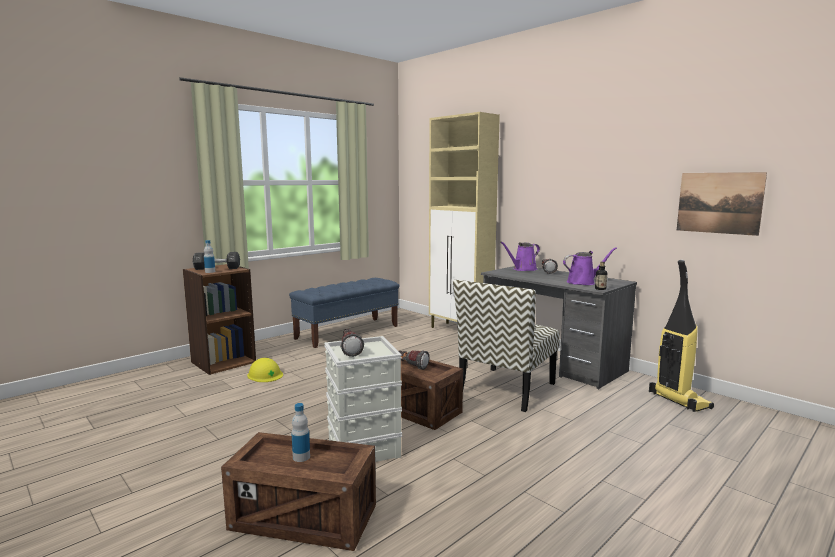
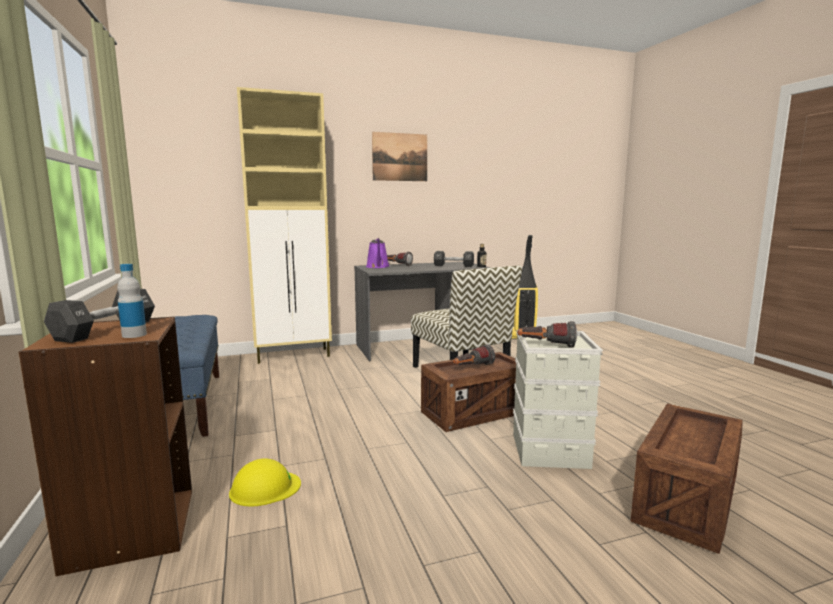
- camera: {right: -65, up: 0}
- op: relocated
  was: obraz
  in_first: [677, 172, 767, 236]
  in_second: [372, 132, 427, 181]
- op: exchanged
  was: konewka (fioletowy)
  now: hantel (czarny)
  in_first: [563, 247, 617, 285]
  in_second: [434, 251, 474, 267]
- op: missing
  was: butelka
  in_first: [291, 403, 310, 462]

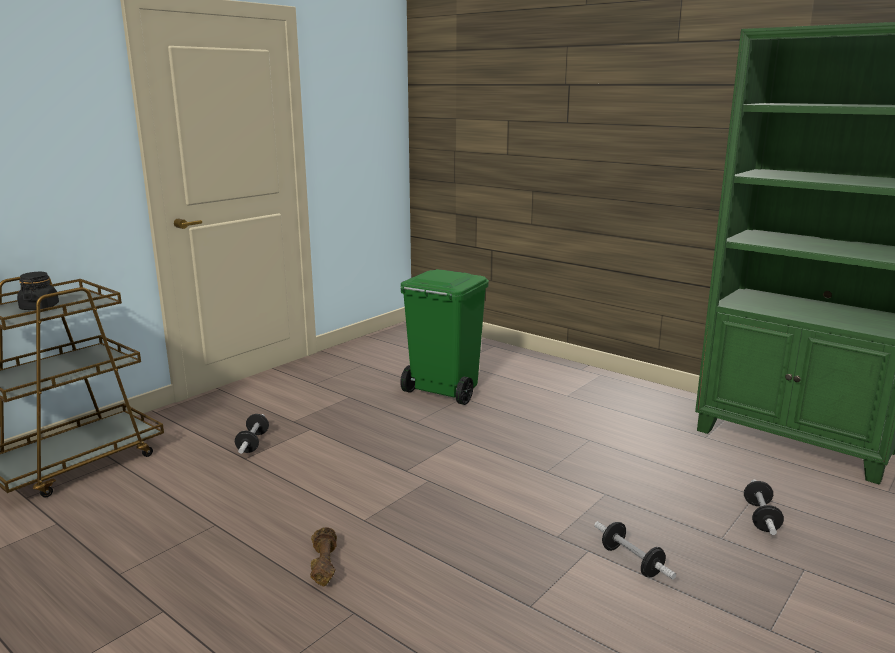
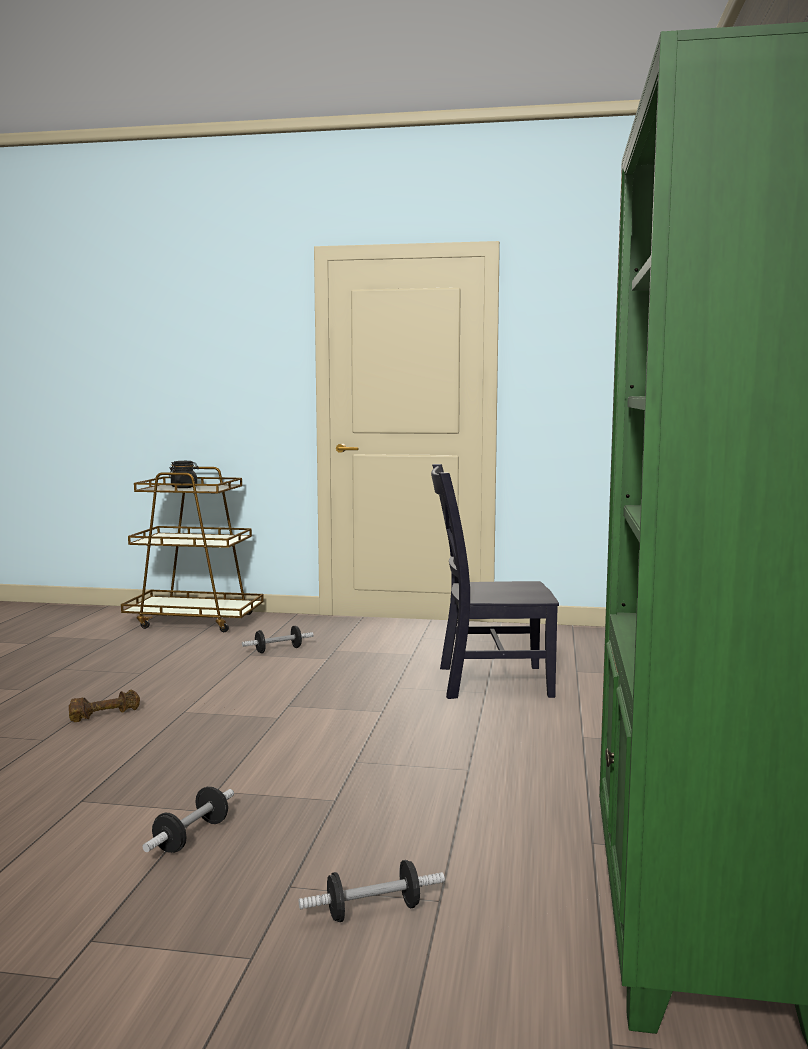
- camera: {right: 60, up: -10}
- op: exchanged
  was: kosz na śmieci (zielony)
  now: krzesło (czarny)
  in_first: [400, 269, 489, 405]
  in_second: [431, 464, 559, 699]

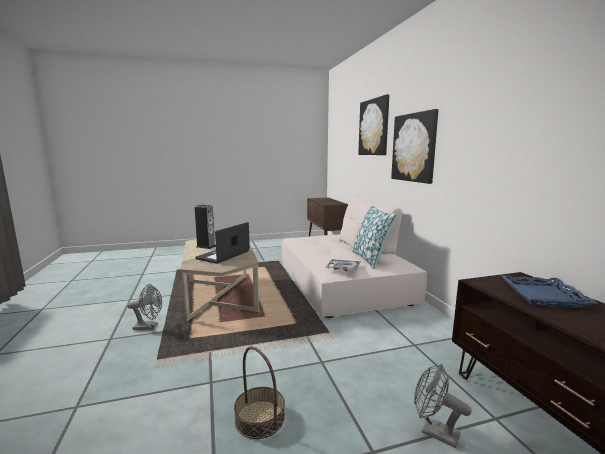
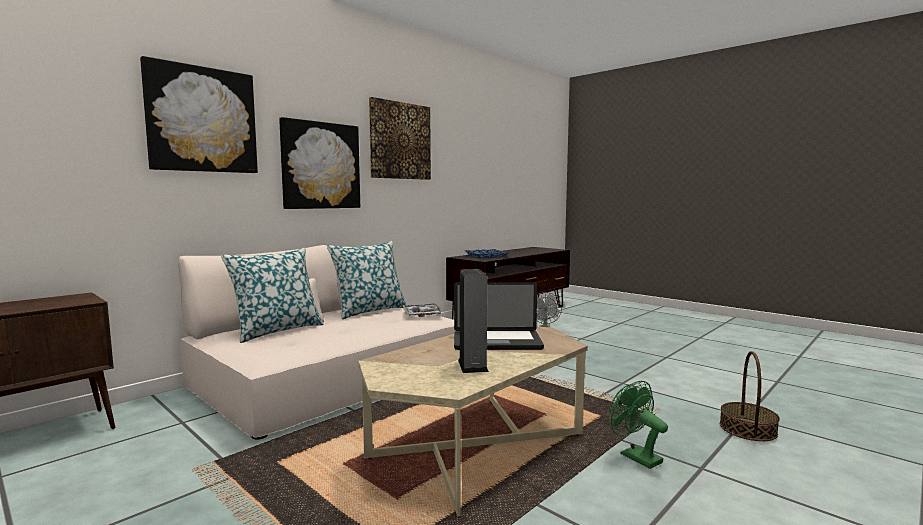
- camera: {right: -120, up: -5}
- op: colour
  was: wentylator (szary)
  now: wentylator (zielony)
  in_first: [127, 284, 162, 330]
  in_second: [610, 381, 668, 469]
- op: relocated
  was: koszyk
  in_first: [234, 346, 285, 439]
  in_second: [720, 351, 780, 441]
- op: appeared
  now: obraz
  in_second: [369, 97, 431, 180]
- op: appeared
  now: poduszka
  in_second: [221, 248, 324, 343]

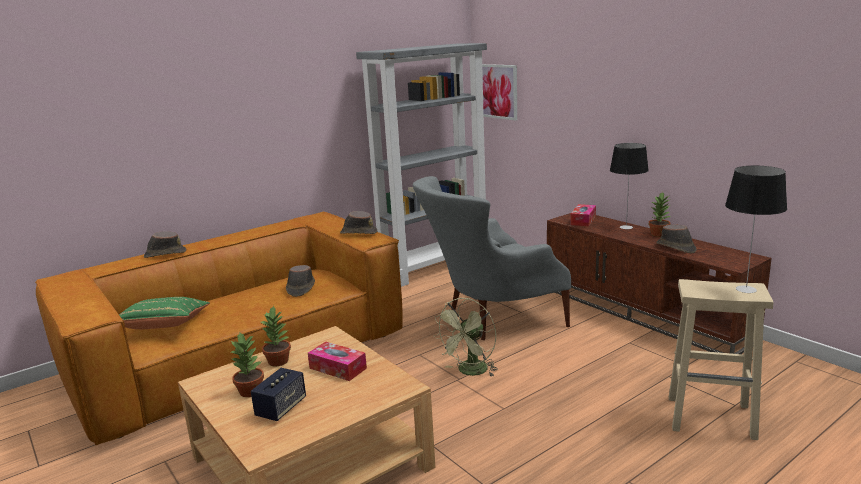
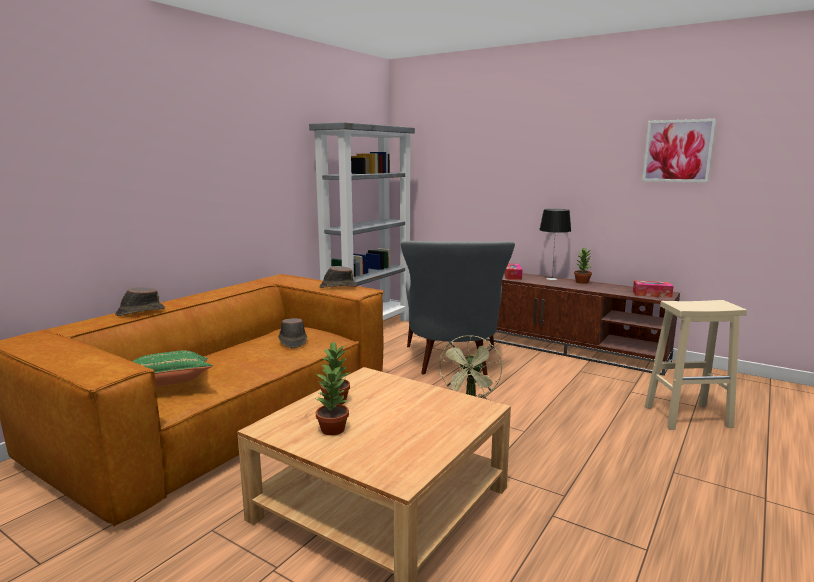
- camera: {right: -20, up: -5}
- op: relocated
  was: obraz
  in_first: [482, 64, 517, 121]
  in_second: [642, 119, 716, 183]
- op: missing
  was: lampa stołowa
  in_first: [725, 166, 787, 293]
- op: spun
  was: fotel (szary)
  in_first: [413, 176, 571, 340]
  in_second: [400, 241, 515, 375]
  clockwise: -45
- op: missing
  was: kapelusz (brązowy)
  in_first: [656, 224, 697, 254]
- op: relocated
  was: pudełko chusteczek
  in_first: [308, 342, 367, 381]
  in_second: [633, 280, 674, 298]
- op: missing
  was: głośnik
  in_first: [251, 368, 306, 421]

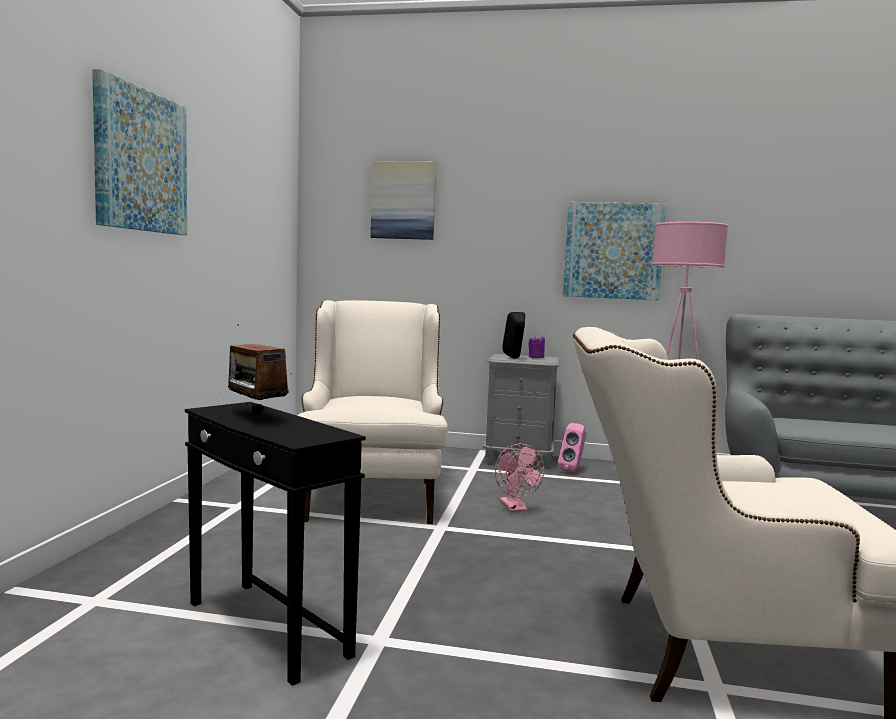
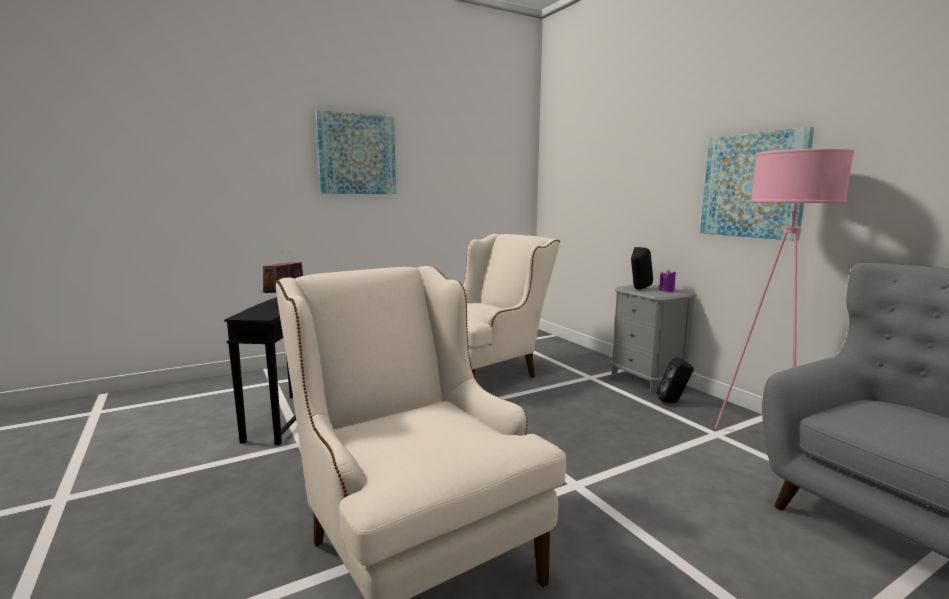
- camera: {right: 50, up: 5}
- op: missing
  was: obraz
  in_first: [370, 161, 436, 240]
- op: colour
  was: głośnik (różowy)
  now: głośnik (czarny)
  in_first: [558, 423, 587, 472]
  in_second: [656, 357, 694, 403]
- op: missing
  was: wentylator (różowy)
  in_first: [495, 444, 544, 512]

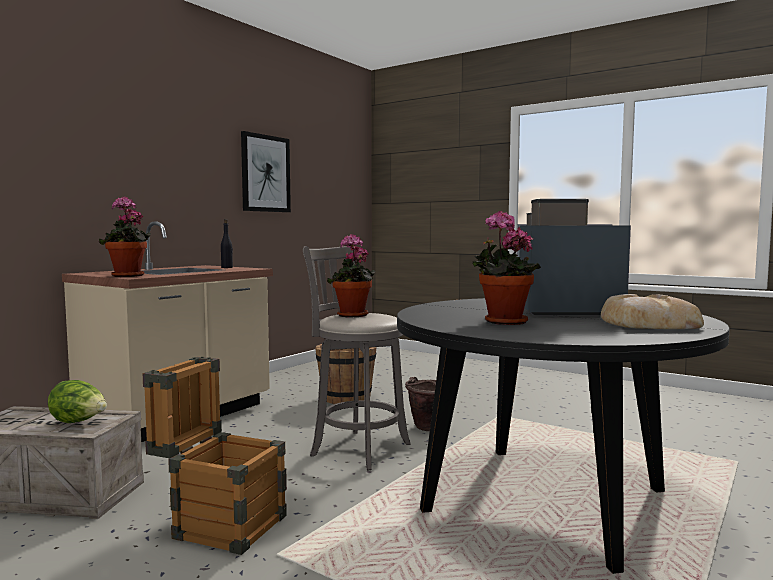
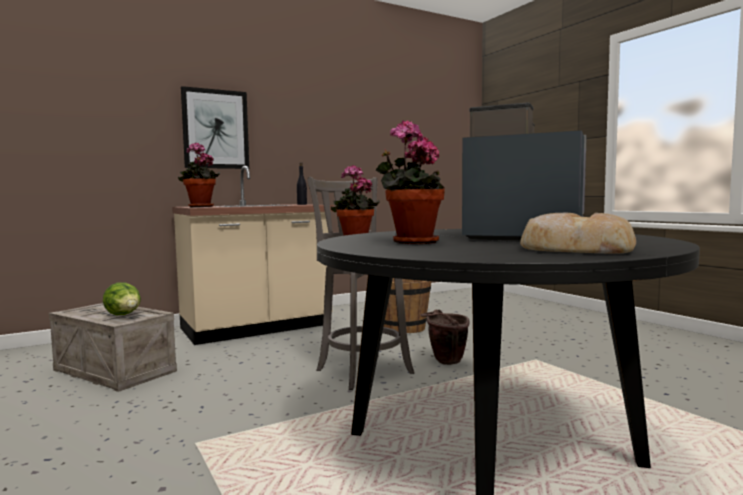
- camera: {right: 25, up: 0}
- op: relocated
  was: obraz
  in_first: [241, 131, 291, 212]
  in_second: [181, 86, 249, 169]
- op: missing
  was: skrzynka
  in_first: [143, 356, 287, 555]

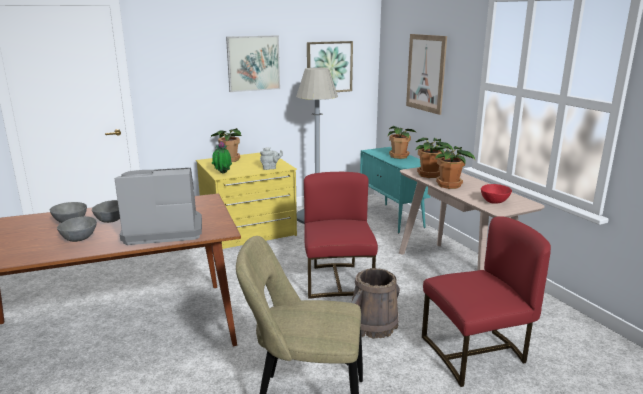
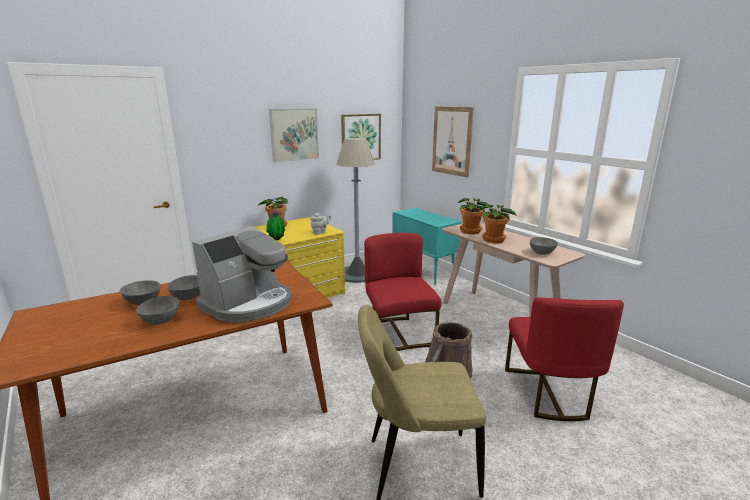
- camera: {right: -10, up: 0}
- op: missing
  was: roślina doniczkowa
  in_first: [388, 126, 417, 159]
- op: spun
  was: ekspres do kawy
  in_first: [114, 168, 202, 245]
  in_second: [192, 226, 292, 323]
  clockwise: 150
- op: colour
  was: miska (czerwony)
  now: miska (szary)
  in_first: [481, 184, 512, 204]
  in_second: [530, 237, 558, 255]
- op: spun
  was: krzesło (czerwony)
  in_first: [422, 216, 551, 387]
  in_second: [505, 297, 624, 421]
  clockwise: 120

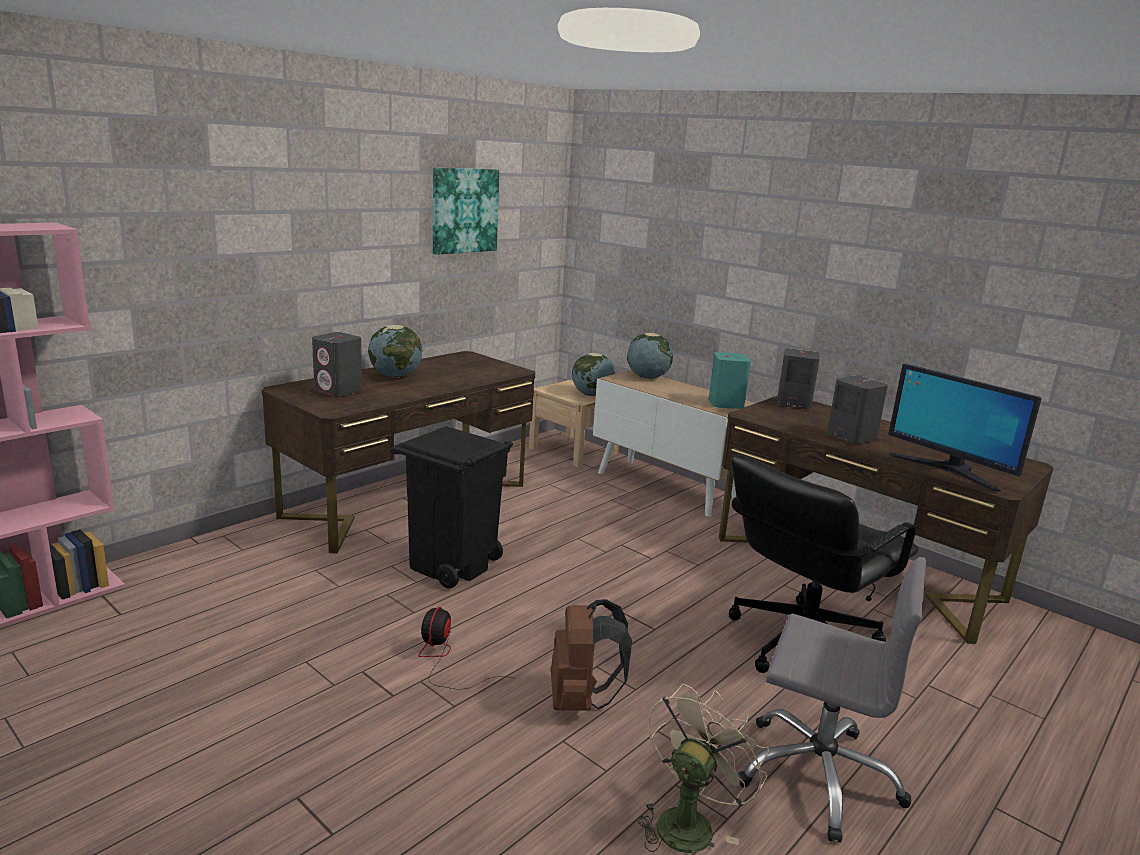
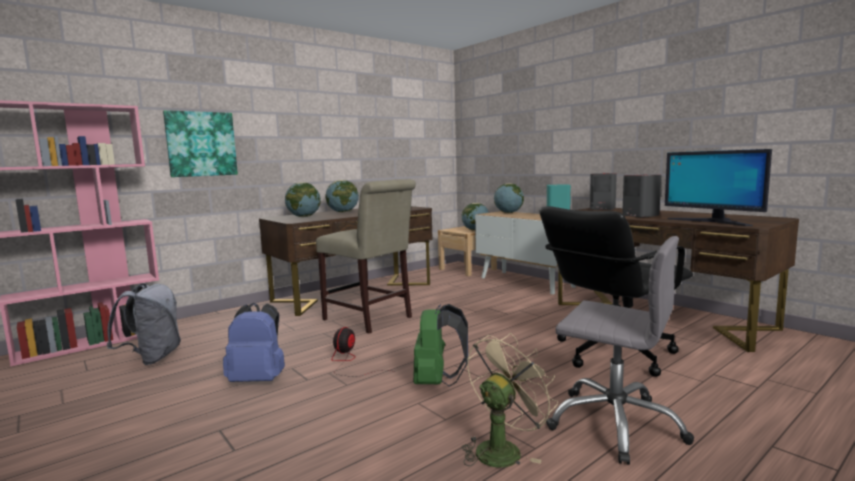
- camera: {right: 10, up: -10}
- op: relocated
  was: obraz
  in_first: [433, 168, 499, 255]
  in_second: [163, 110, 238, 177]
- op: exchanged
  was: głośnik (szary)
  now: globus
  in_first: [312, 332, 362, 397]
  in_second: [285, 182, 321, 217]
- op: exchanged
  was: kosz na śmieci (czarny)
  now: krzesło (beżowy)
  in_first: [390, 426, 513, 589]
  in_second: [316, 179, 416, 334]
- op: colour
  was: plecak (brązowy)
  now: plecak (zielony)
  in_first: [551, 599, 632, 711]
  in_second: [413, 304, 468, 387]
- op: appeared
  now: plecak (szary)
  in_second: [106, 283, 181, 365]
- op: appeared
  now: plecak (niebieski)
  in_second: [223, 303, 285, 382]

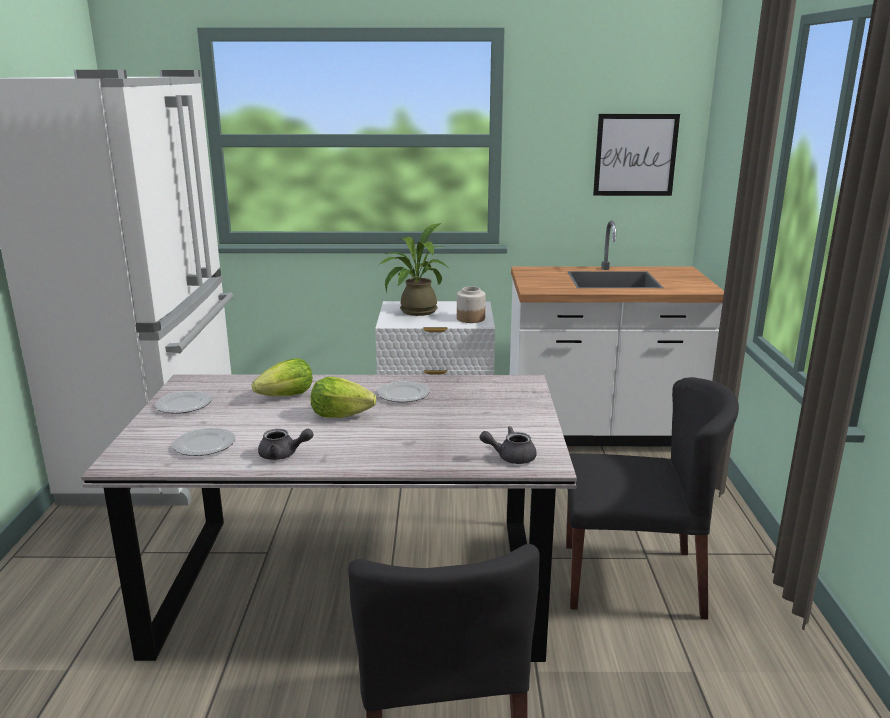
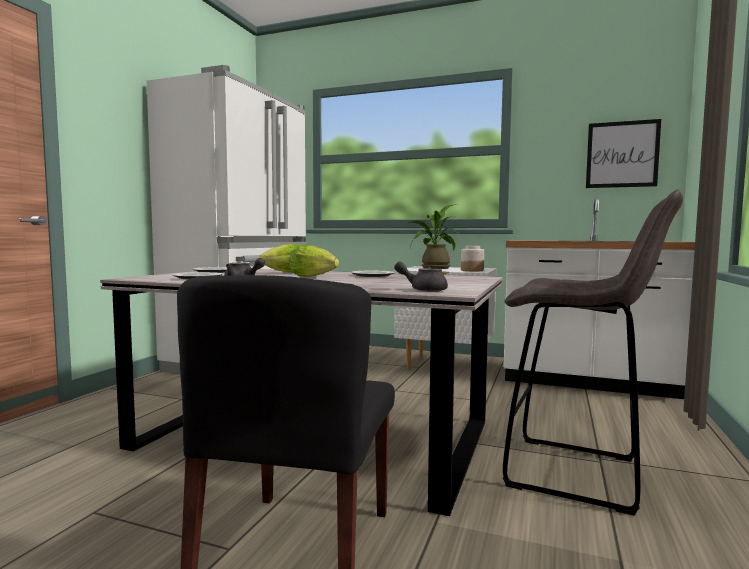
- camera: {right: 20, up: -15}
- op: exchanged
  was: krzesło (czarny)
  now: stołek (szary)
  in_first: [566, 377, 739, 620]
  in_second: [503, 190, 683, 515]

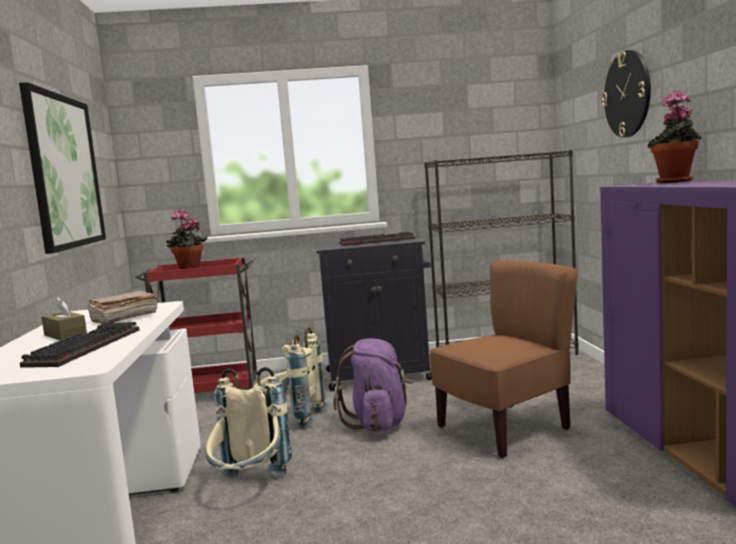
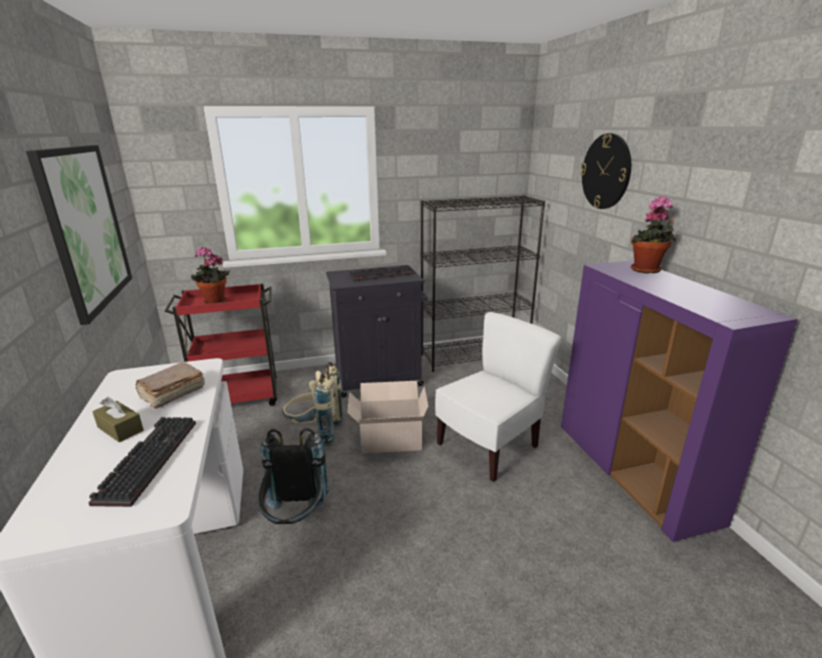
- camera: {right: -10, up: 15}
- op: colour
  was: krzesło (brązowy)
  now: krzesło (biały)
  in_first: [430, 260, 578, 458]
  in_second: [435, 312, 561, 482]
- op: exchanged
  was: plecak (fioletowy)
  now: karton
  in_first: [333, 338, 413, 432]
  in_second: [347, 381, 429, 454]
- op: colour
  was: plecak (beżowy)
  now: plecak (czarny)
  in_first: [205, 367, 292, 477]
  in_second: [258, 428, 329, 524]

